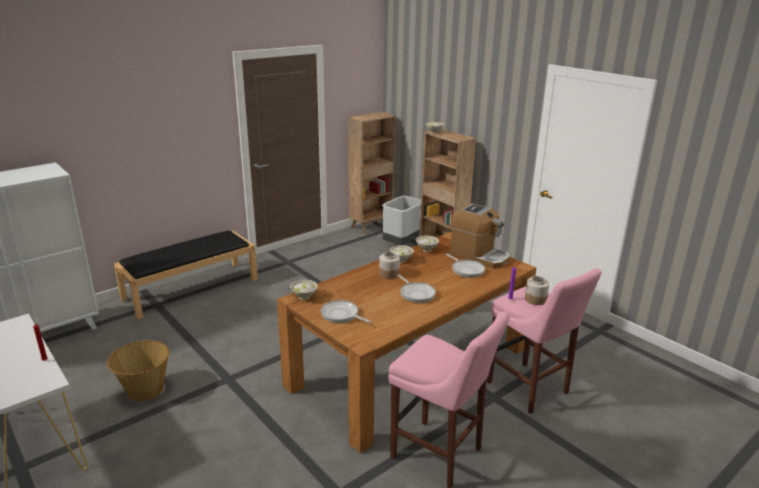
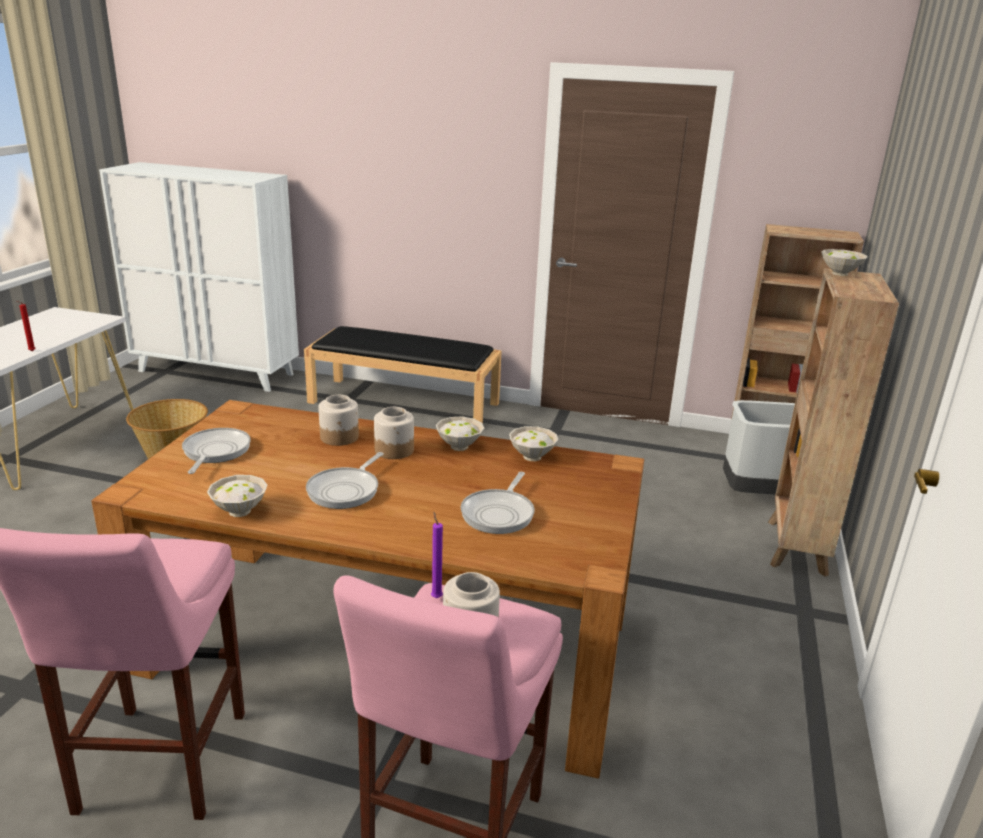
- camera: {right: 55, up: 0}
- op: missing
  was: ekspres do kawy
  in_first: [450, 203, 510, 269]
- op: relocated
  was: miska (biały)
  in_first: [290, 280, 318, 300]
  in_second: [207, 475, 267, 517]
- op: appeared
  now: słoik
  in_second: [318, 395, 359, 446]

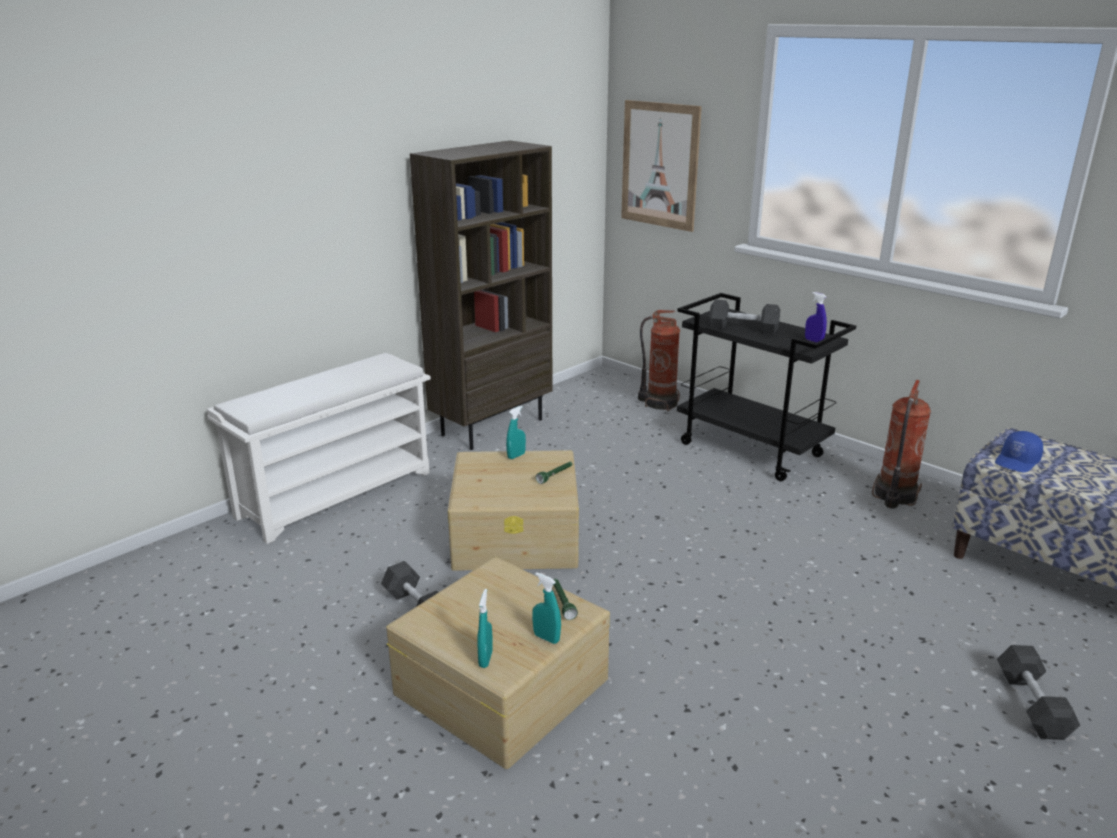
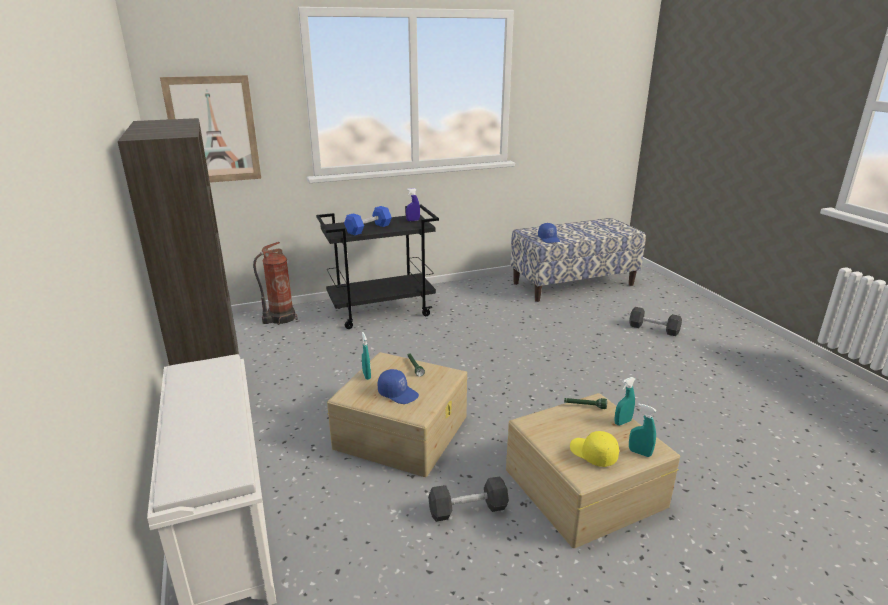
- camera: {right: -65, up: 0}
- op: colour
  was: hantel (czarny)
  now: hantel (niebieski)
  in_first: [709, 300, 780, 334]
  in_second: [344, 206, 392, 235]
- op: missing
  was: gaśnica
  in_first: [872, 380, 931, 509]
- op: appeared
  now: czapka z daszkiem (niebieski)
  in_second: [378, 369, 419, 404]
- op: appeared
  now: czapka z daszkiem (żółty)
  in_second: [570, 431, 619, 467]

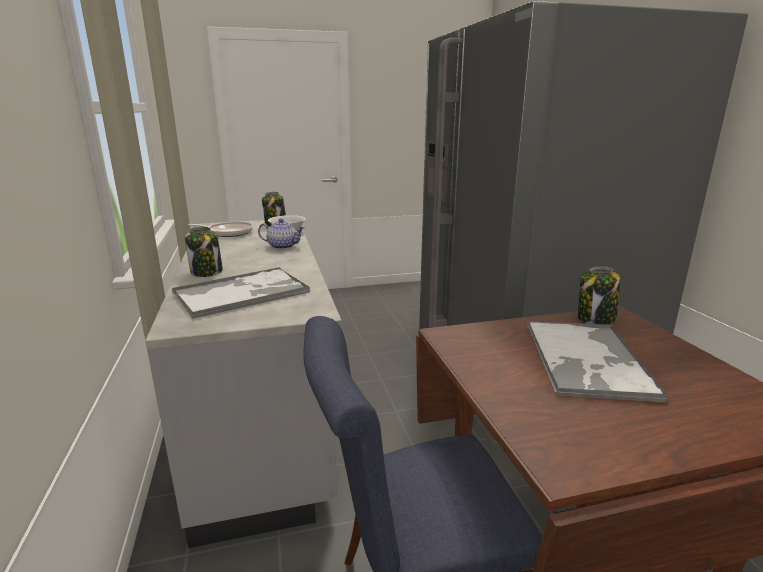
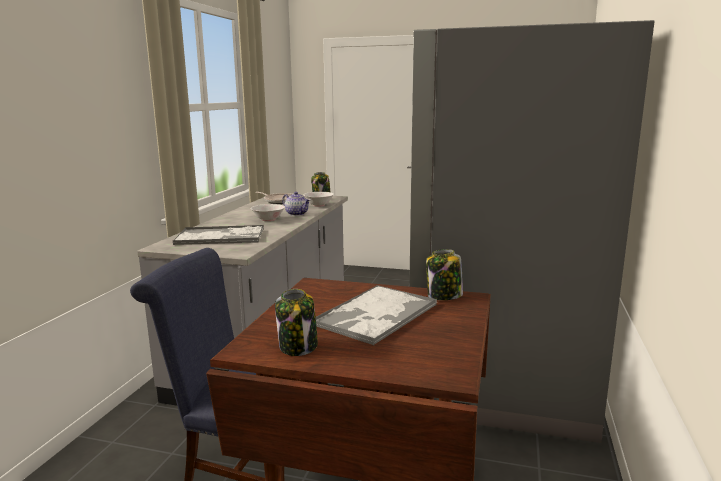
- camera: {right: 30, up: -5}
- op: relocated
  was: słoik
  in_first: [185, 226, 223, 277]
  in_second: [275, 289, 318, 356]
- op: appeared
  now: miska (biały)
  in_second: [250, 204, 285, 221]

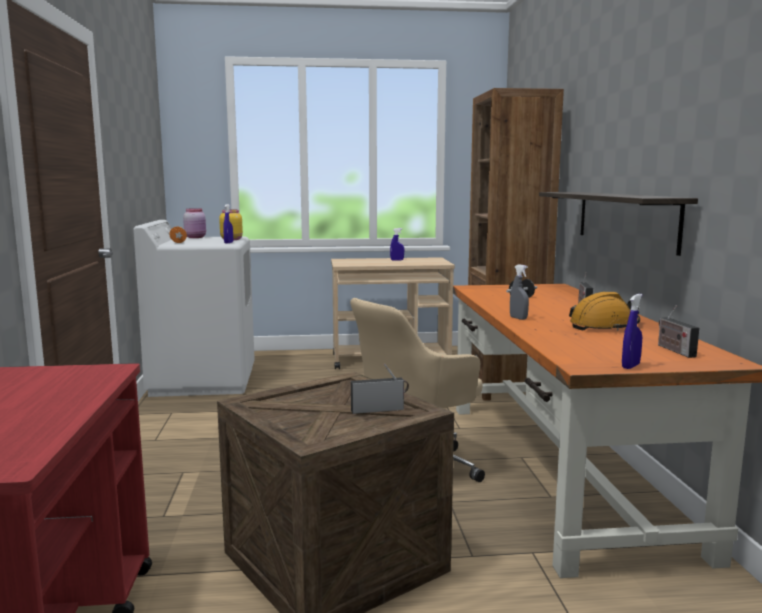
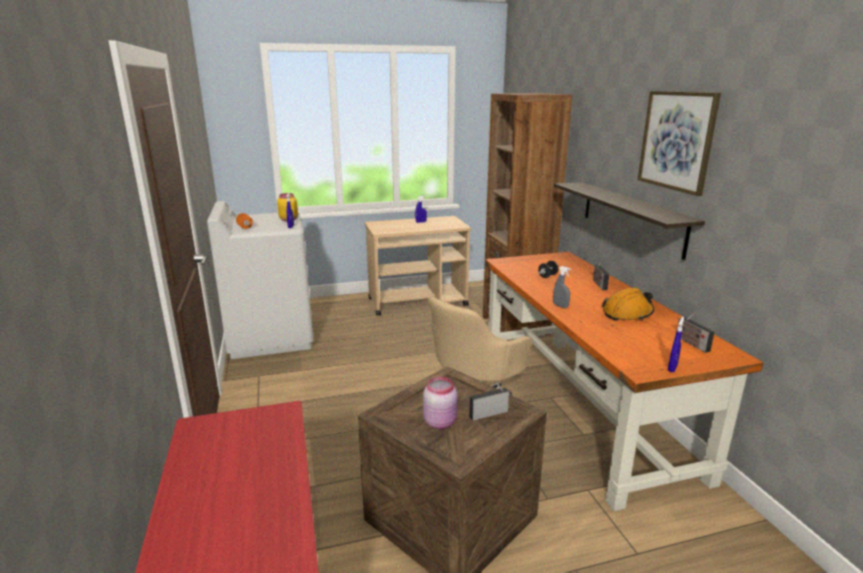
- camera: {right: -10, up: 10}
- op: relocated
  was: słoik (różowy)
  in_first: [183, 208, 206, 238]
  in_second: [423, 377, 458, 429]
- op: appeared
  now: obraz
  in_second: [638, 91, 721, 196]

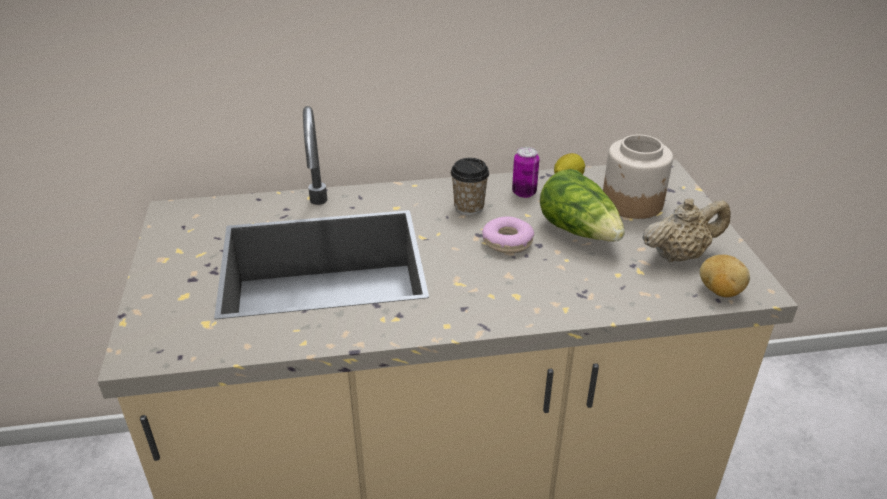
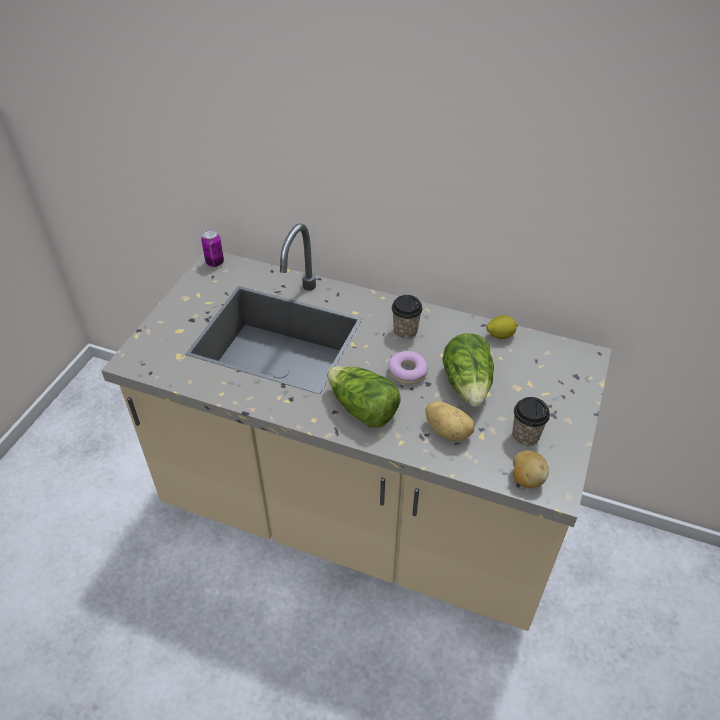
- camera: {right: 30, up: 10}
- op: missing
  was: słoik
  in_first: [603, 135, 673, 219]
- op: relocated
  was: puszka
  in_first: [512, 147, 539, 198]
  in_second: [201, 230, 224, 267]
- op: exchanged
  was: imbryk (beżowy)
  now: filiżanka
  in_first: [642, 198, 730, 262]
  in_second: [512, 397, 550, 446]
- op: appeared
  now: sałata
  in_second: [327, 366, 401, 428]
- op: appeared
  now: ziemniak
  in_second: [425, 401, 475, 441]

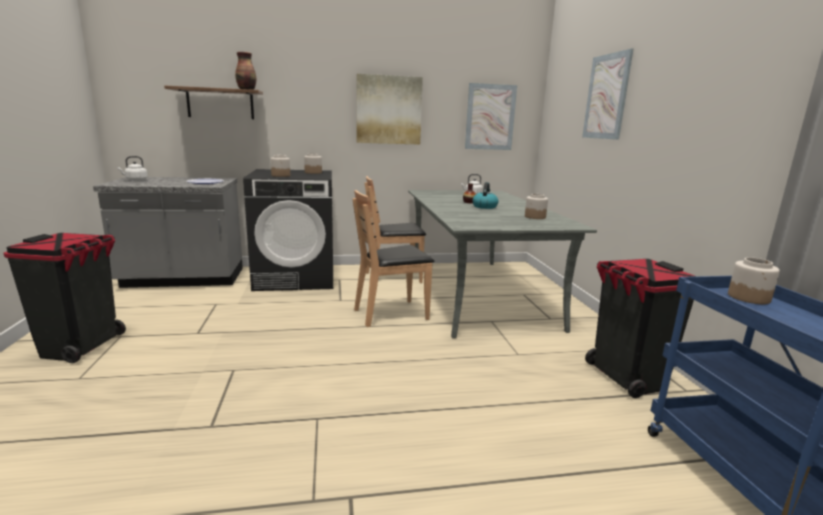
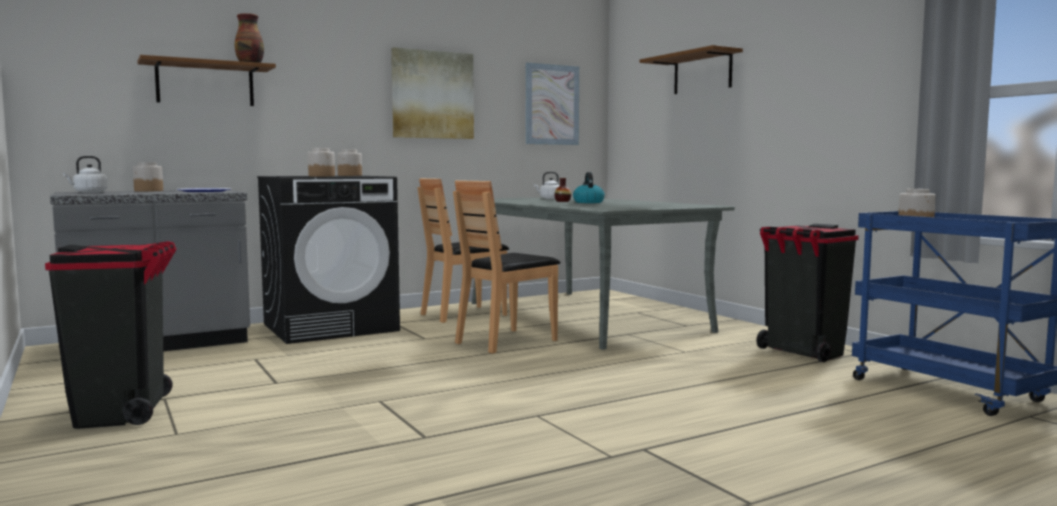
- camera: {right: -20, up: -10}
- op: exchanged
  was: obraz
  now: półka
  in_first: [582, 49, 634, 140]
  in_second: [640, 45, 743, 94]
- op: relocated
  was: słoik
  in_first: [525, 194, 548, 219]
  in_second: [133, 162, 163, 192]

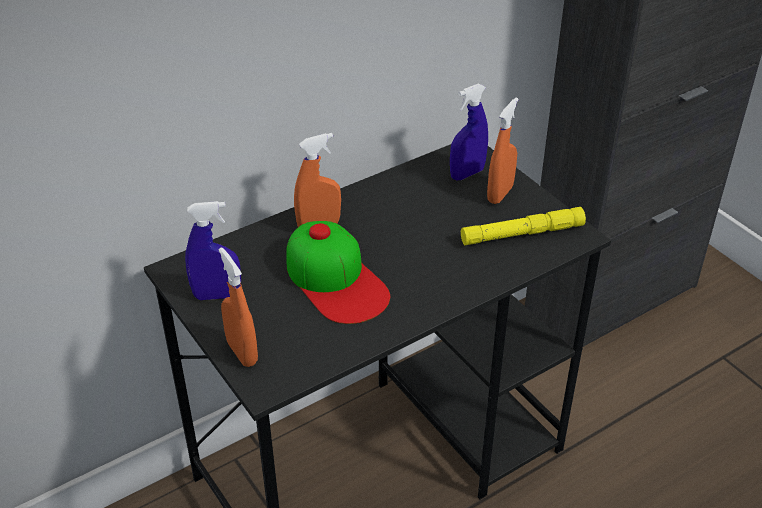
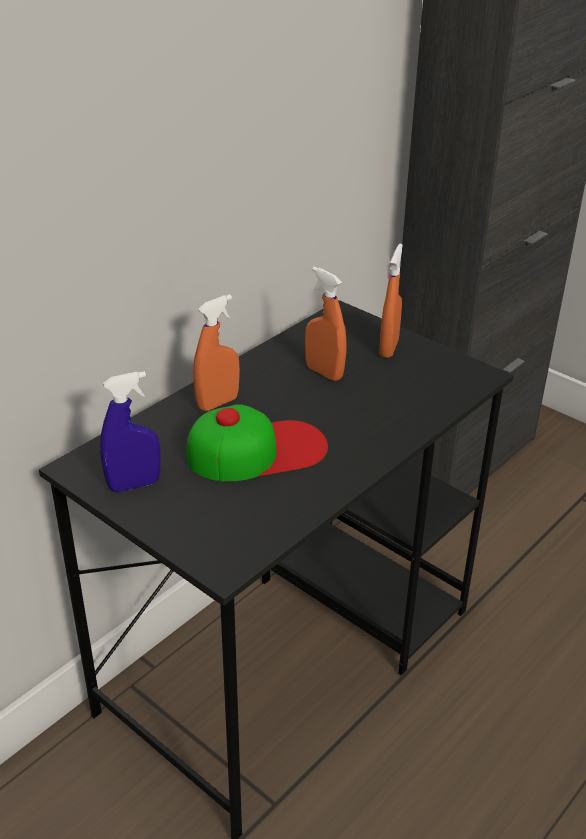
- camera: {right: -15, up: -5}
- op: missing
  was: spryskiwacz (niebieski)
  in_first: [450, 84, 488, 180]
- op: missing
  was: latarka (żółty)
  in_first: [461, 207, 586, 245]
- op: spun
  was: czapka z daszkiem
  in_first: [286, 221, 390, 324]
  in_second: [187, 404, 328, 481]
  clockwise: -60
- op: relocated
  was: spryskiwacz (pomarańczowy)
  in_first: [219, 247, 258, 367]
  in_second: [305, 267, 346, 381]

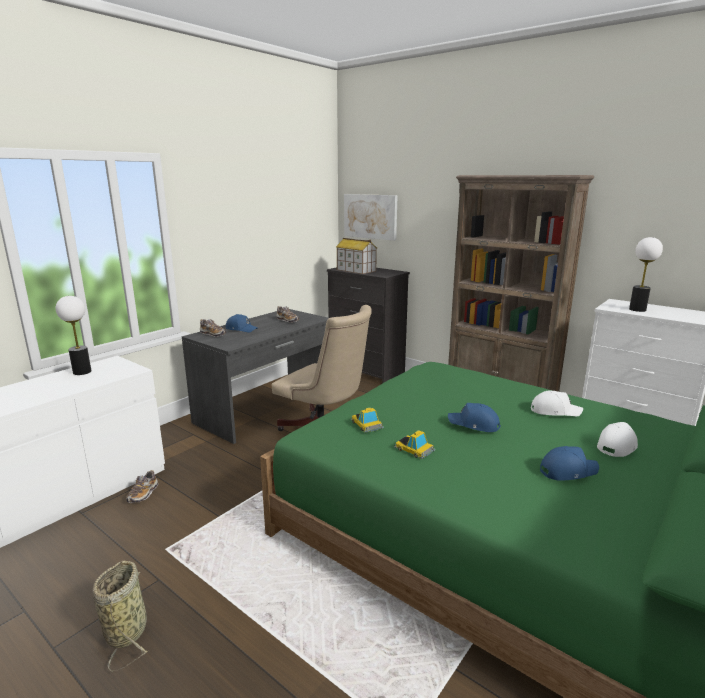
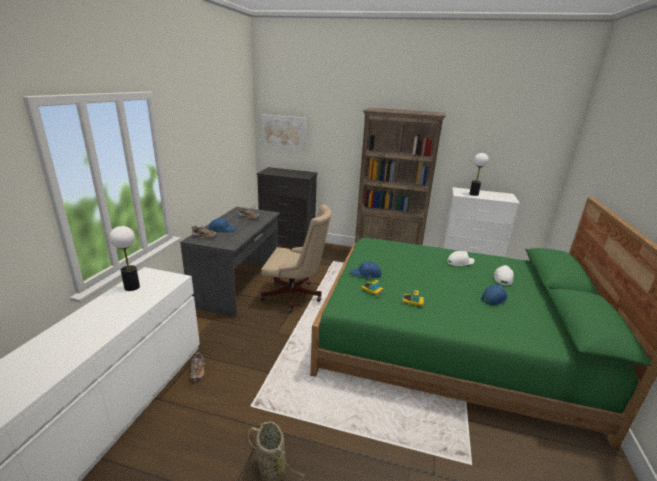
- camera: {right: -25, up: 5}
- op: missing
  was: domek
  in_first: [336, 238, 377, 274]
- op: relocated
  was: czapka z daszkiem (niebieski)
  in_first: [448, 403, 501, 432]
  in_second: [350, 261, 381, 278]

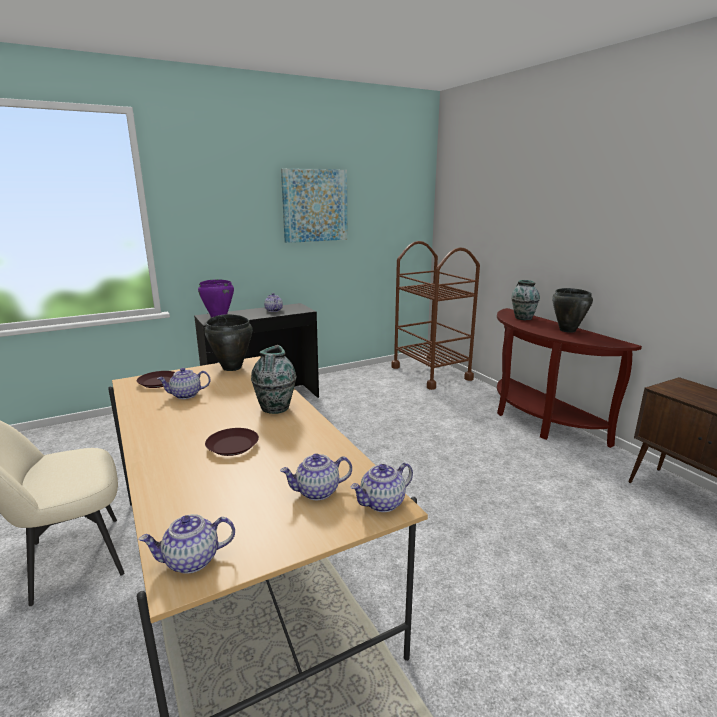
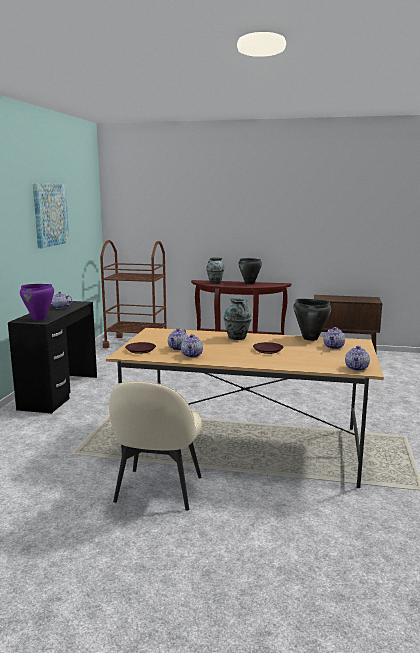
- camera: {right: -50, up: -5}
- op: relocated
  was: garnek (czarny)
  in_first: [204, 314, 252, 371]
  in_second: [293, 299, 331, 341]
- op: relocated
  was: imbryk
  in_first: [351, 463, 413, 512]
  in_second: [181, 334, 203, 358]

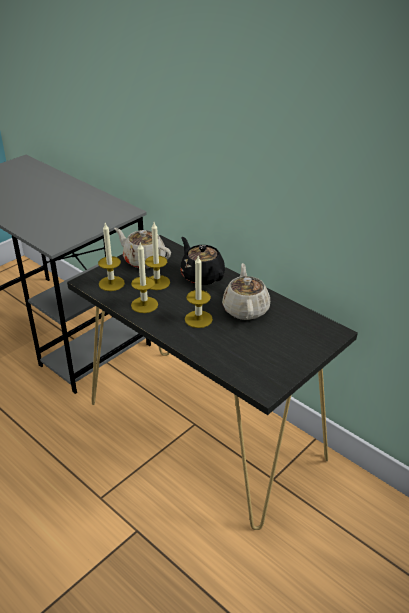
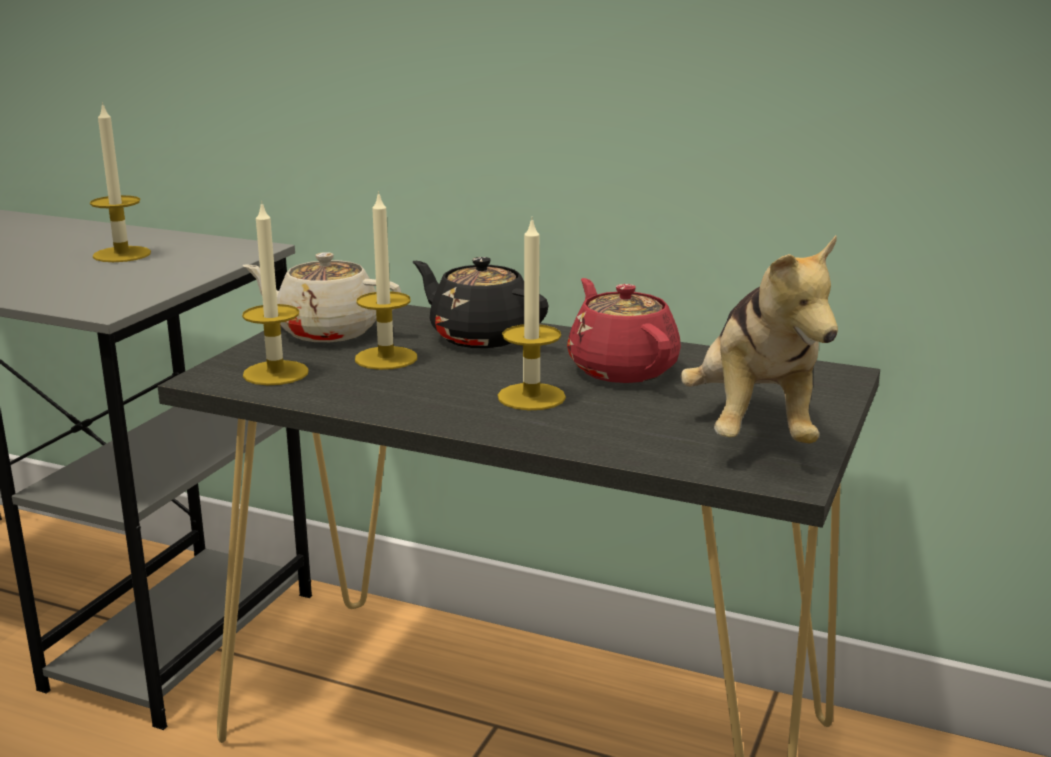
- camera: {right: -20, up: -15}
- op: relocated
  was: świeca
  in_first: [131, 243, 158, 313]
  in_second: [90, 102, 151, 262]
- op: colour
  was: imbryk (beżowy)
  now: imbryk (czerwony)
  in_first: [222, 263, 270, 320]
  in_second: [567, 278, 681, 383]
- op: appeared
  now: pluszak
  in_second: [680, 235, 838, 443]

